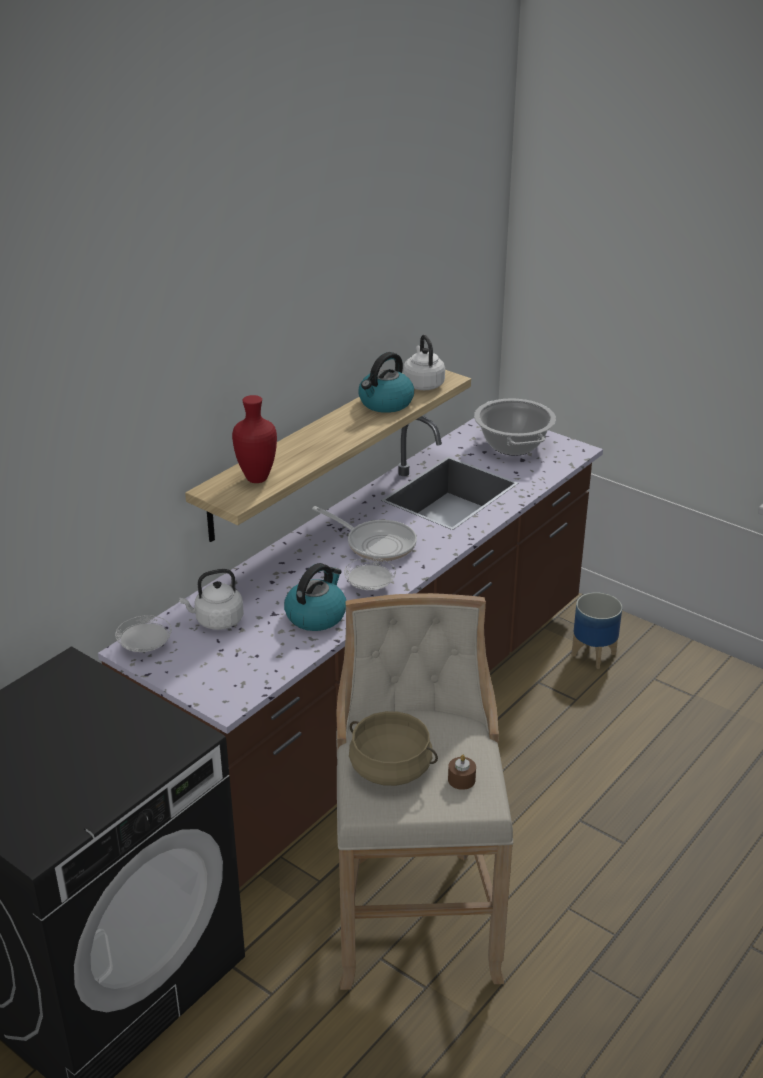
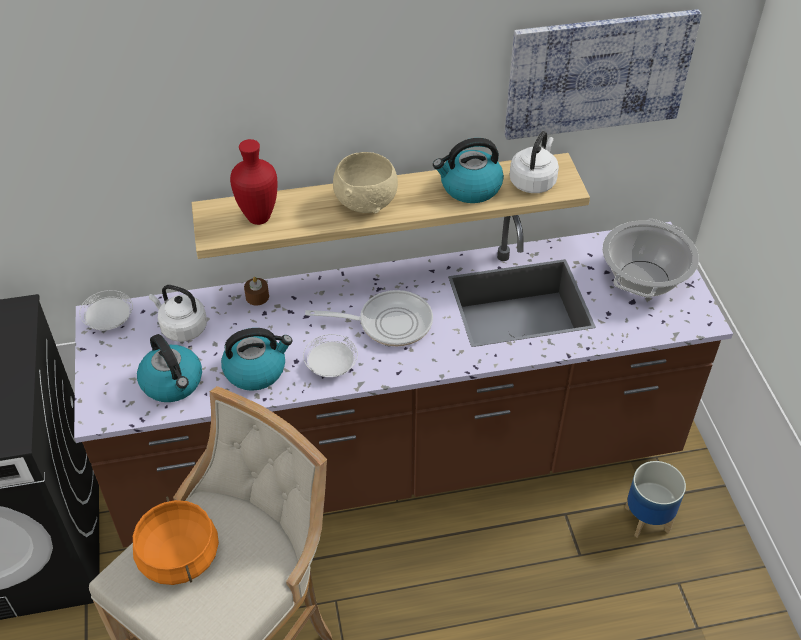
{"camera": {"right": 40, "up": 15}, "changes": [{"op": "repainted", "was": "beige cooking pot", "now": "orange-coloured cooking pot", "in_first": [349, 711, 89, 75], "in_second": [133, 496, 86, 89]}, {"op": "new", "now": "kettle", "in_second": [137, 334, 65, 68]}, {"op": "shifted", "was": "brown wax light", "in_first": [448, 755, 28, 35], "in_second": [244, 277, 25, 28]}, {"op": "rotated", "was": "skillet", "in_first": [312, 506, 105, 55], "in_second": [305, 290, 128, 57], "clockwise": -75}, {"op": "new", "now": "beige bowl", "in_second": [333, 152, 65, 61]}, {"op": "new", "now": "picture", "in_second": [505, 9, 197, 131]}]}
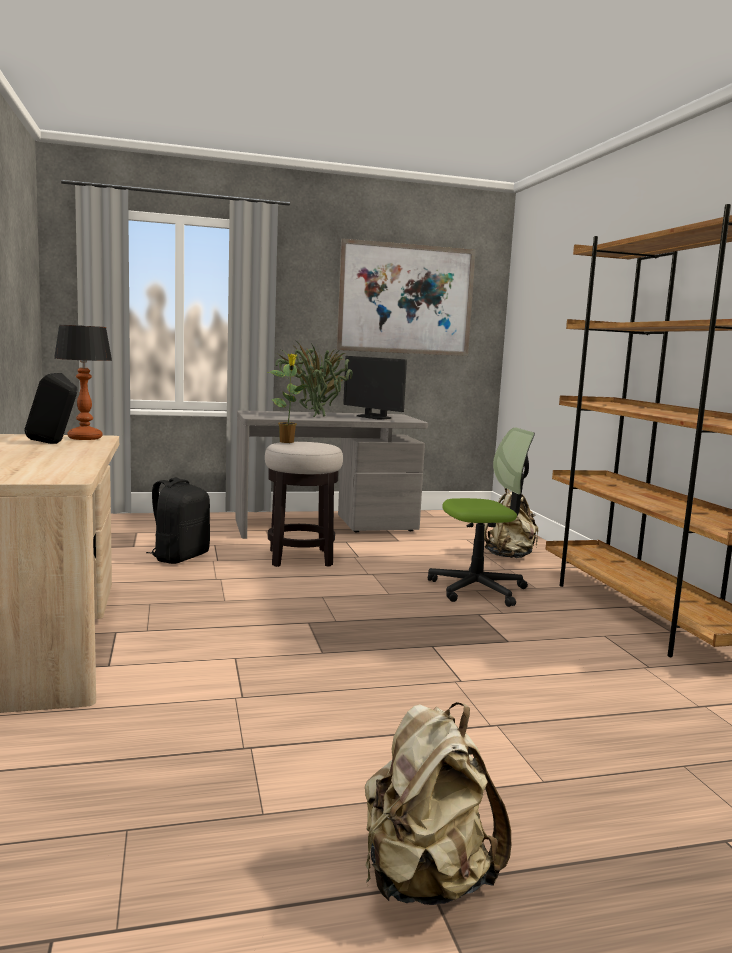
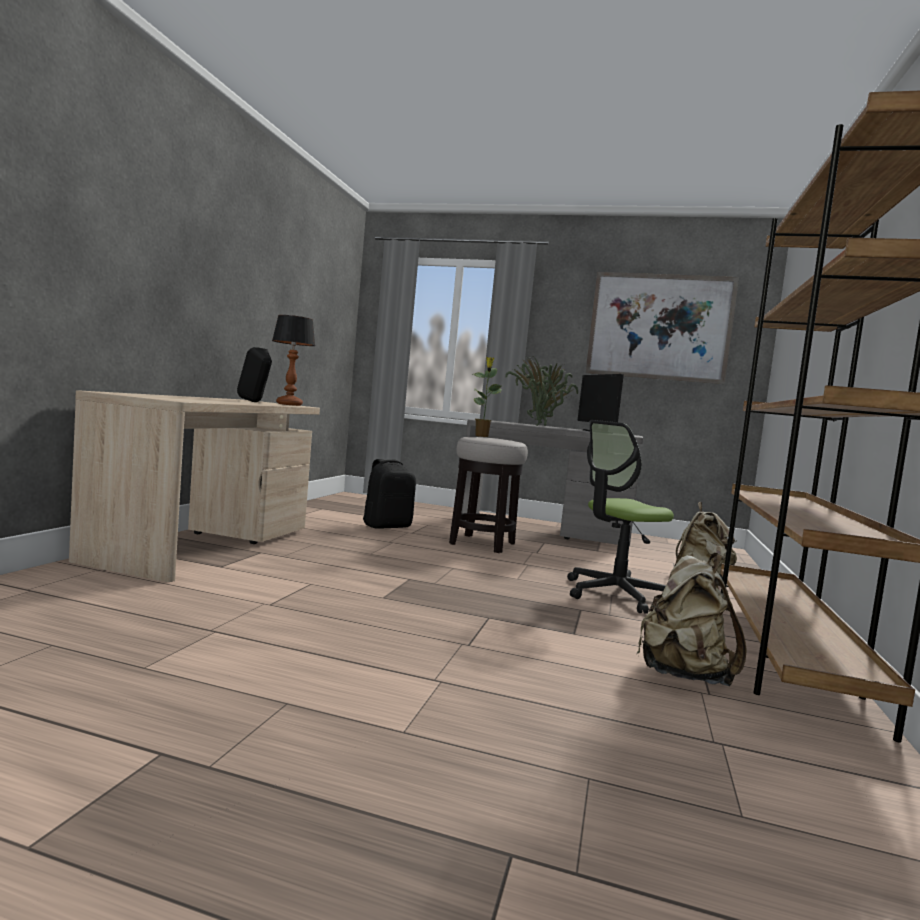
{"camera": {"right": 30, "up": -5}, "changes": [{"op": "rotated", "was": "computer chair", "in_first": [428, 427, 107, 180], "in_second": [567, 420, 107, 194], "clockwise": 135}, {"op": "shifted", "was": "beige knapsack", "in_first": [365, 702, 146, 203], "in_second": [637, 553, 110, 133]}]}
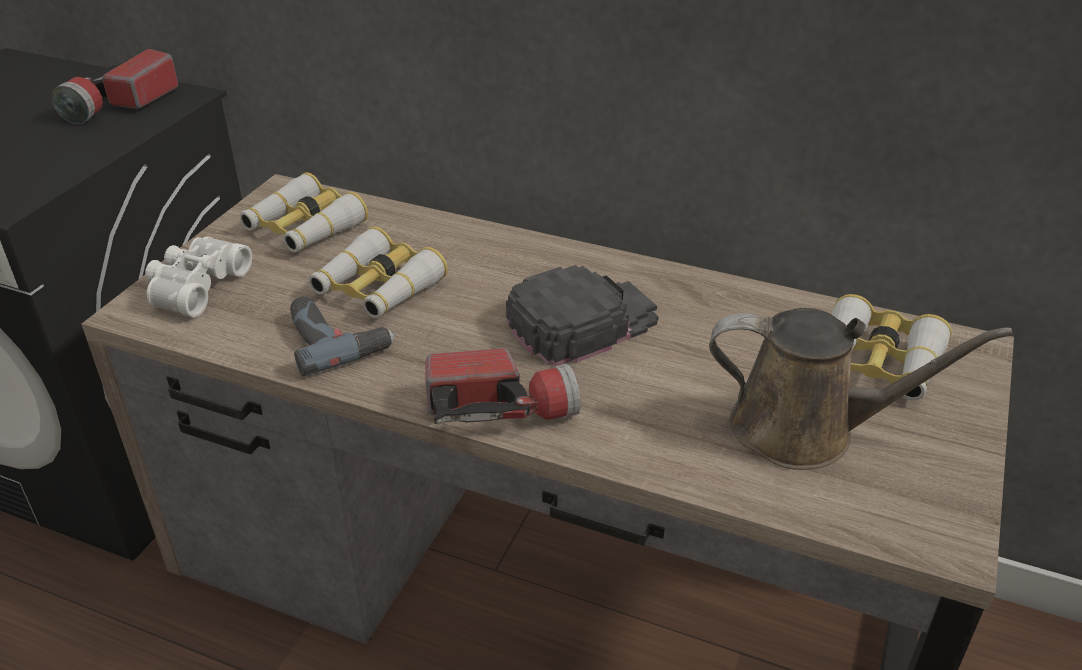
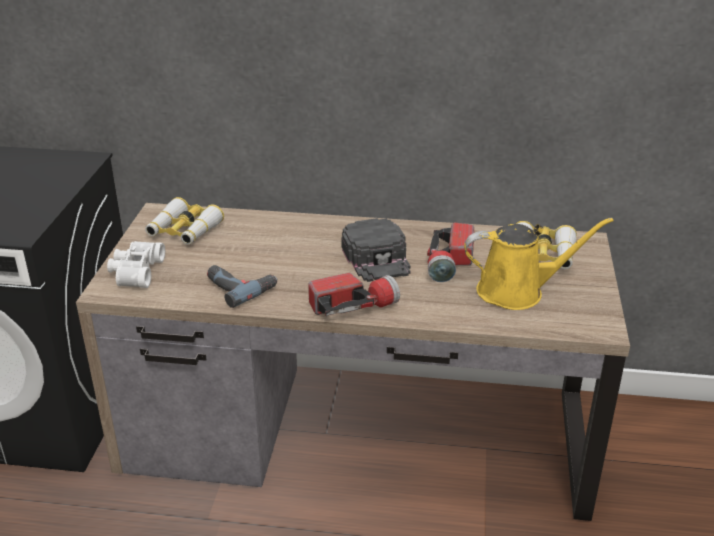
{"camera": {"right": -15, "up": -5}, "changes": [{"op": "rotated", "was": "black baseball cap", "in_first": [506, 265, 153, 101], "in_second": [341, 218, 70, 64], "clockwise": 120}, {"op": "shifted", "was": "flashlight", "in_first": [51, 49, 127, 75], "in_second": [427, 222, 47, 60]}, {"op": "repainted", "was": "brown sprinkling can", "now": "yellow sprinkling can", "in_first": [709, 308, 304, 162], "in_second": [464, 218, 150, 92]}, {"op": "gone", "was": "pair of binoculars", "in_first": [309, 226, 139, 92]}]}
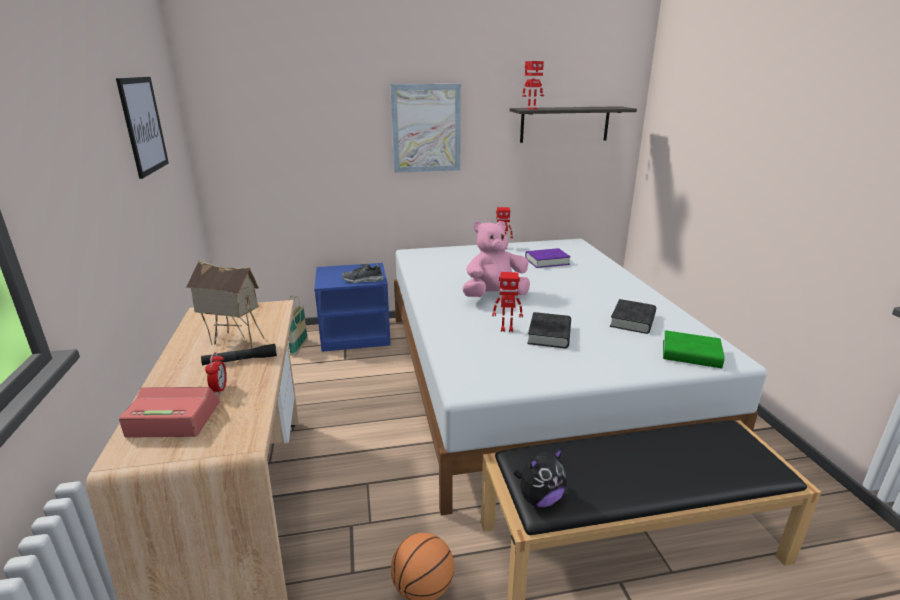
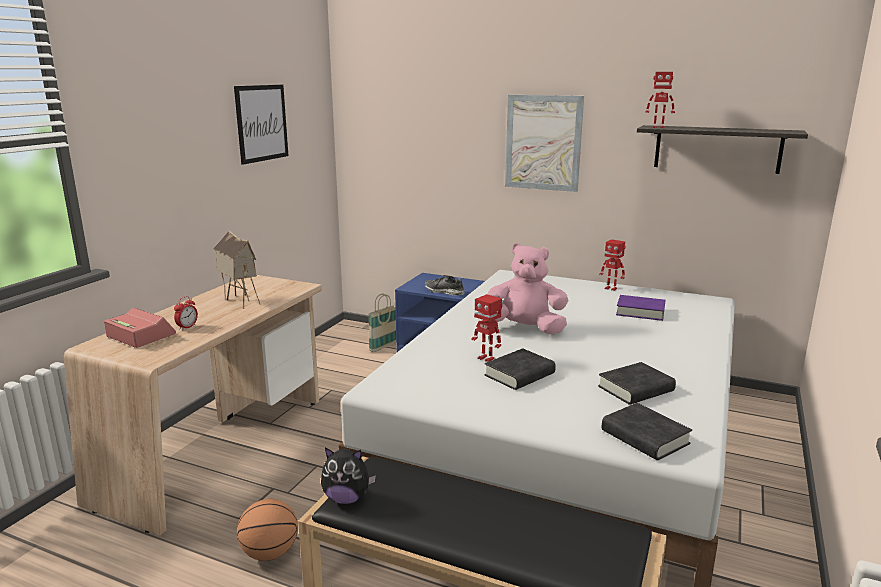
{"camera": {"right": 35, "up": -5}, "changes": [{"op": "repainted", "was": "green-coloured bound book", "now": "black bound book", "in_first": [663, 330, 62, 38], "in_second": [602, 403, 90, 57]}, {"op": "gone", "was": "black flashlight", "in_first": [201, 344, 76, 21]}]}
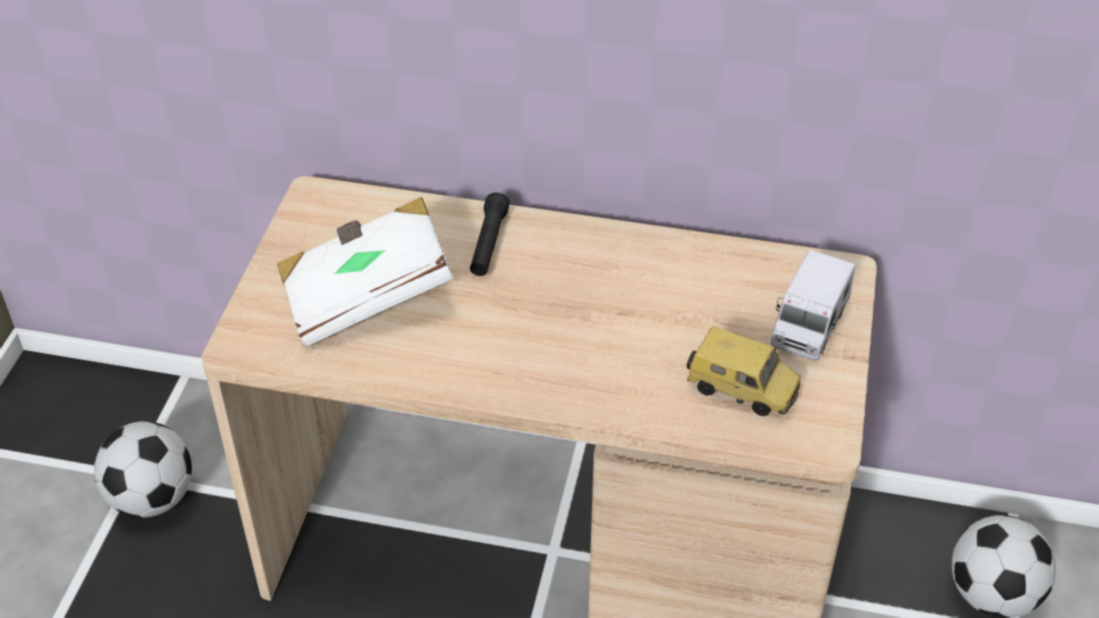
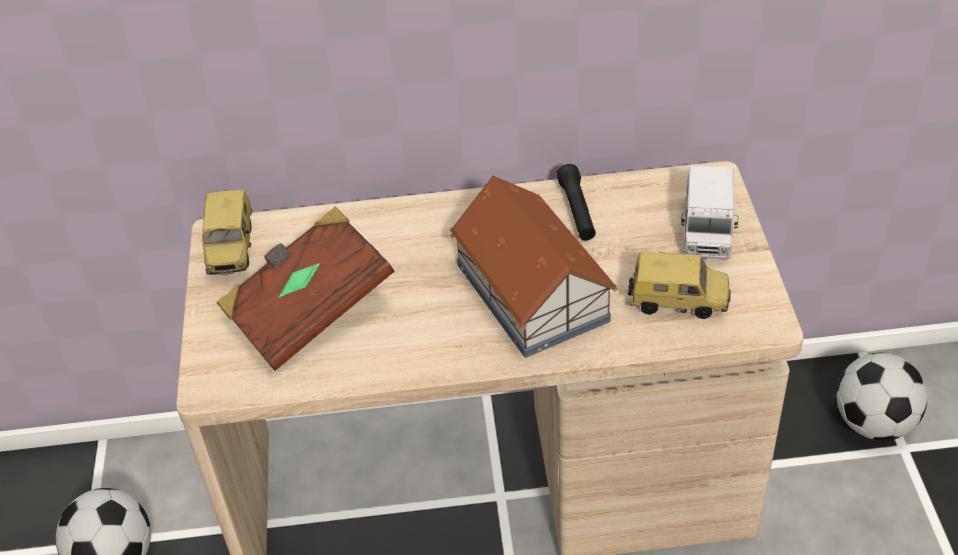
{"camera": {"right": -15, "up": 0}, "changes": [{"op": "new", "now": "model car", "in_second": [202, 190, 51, 85]}, {"op": "repainted", "was": "white-coloured bound book", "now": "brown bound book", "in_first": [277, 197, 177, 150], "in_second": [217, 207, 177, 164]}, {"op": "new", "now": "toy house", "in_second": [450, 176, 167, 182]}, {"op": "shifted", "was": "black flashlight", "in_first": [470, 193, 40, 83], "in_second": [557, 164, 39, 76]}]}
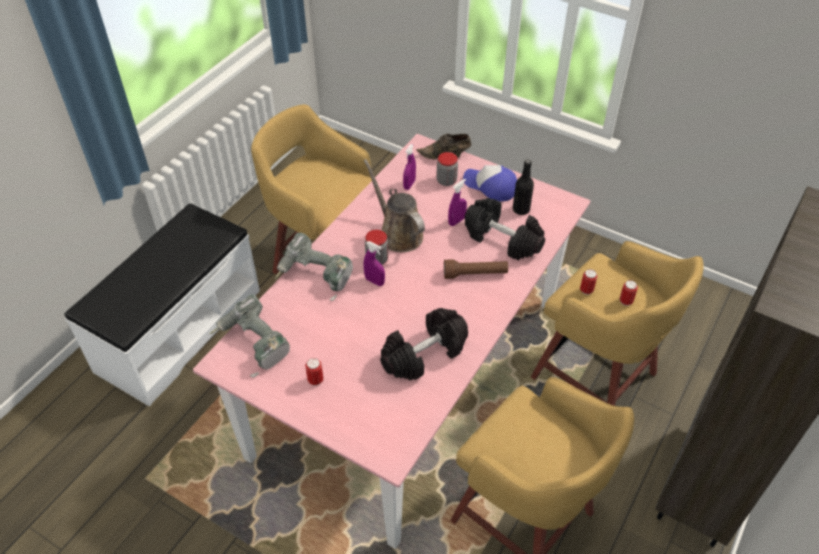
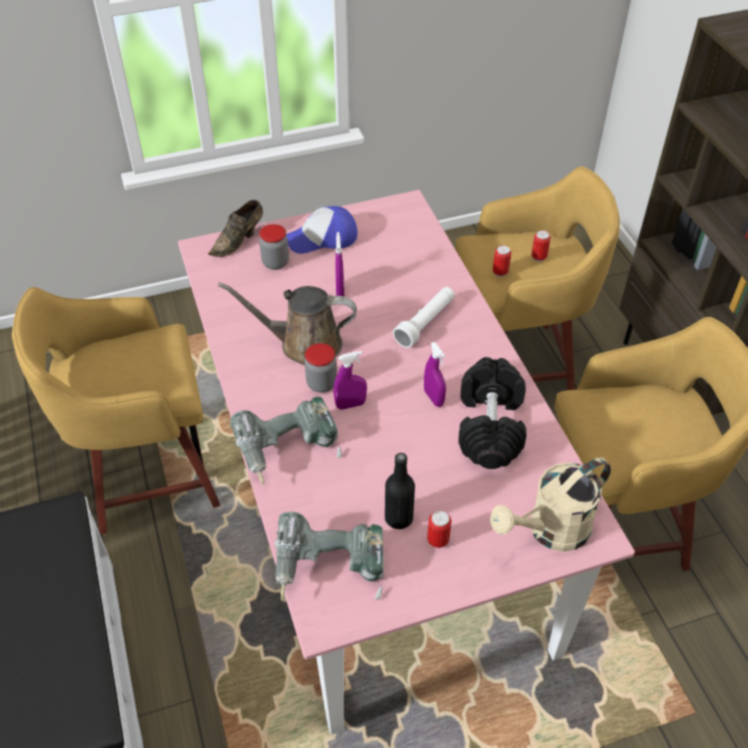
{"camera": {"right": -50, "up": 0}, "changes": [{"op": "shifted", "was": "black bottle", "in_first": [513, 160, 21, 55], "in_second": [385, 453, 30, 76]}, {"op": "repainted", "was": "brown flashlight", "now": "white-coloured flashlight", "in_first": [444, 259, 64, 20], "in_second": [393, 287, 62, 61]}, {"op": "shifted", "was": "purple-coloured spray bottle", "in_first": [403, 144, 13, 46], "in_second": [424, 342, 22, 65]}, {"op": "new", "now": "beige sprinkling can", "in_second": [490, 458, 121, 94]}, {"op": "gone", "was": "black dumbbell", "in_first": [465, 198, 80, 62]}]}
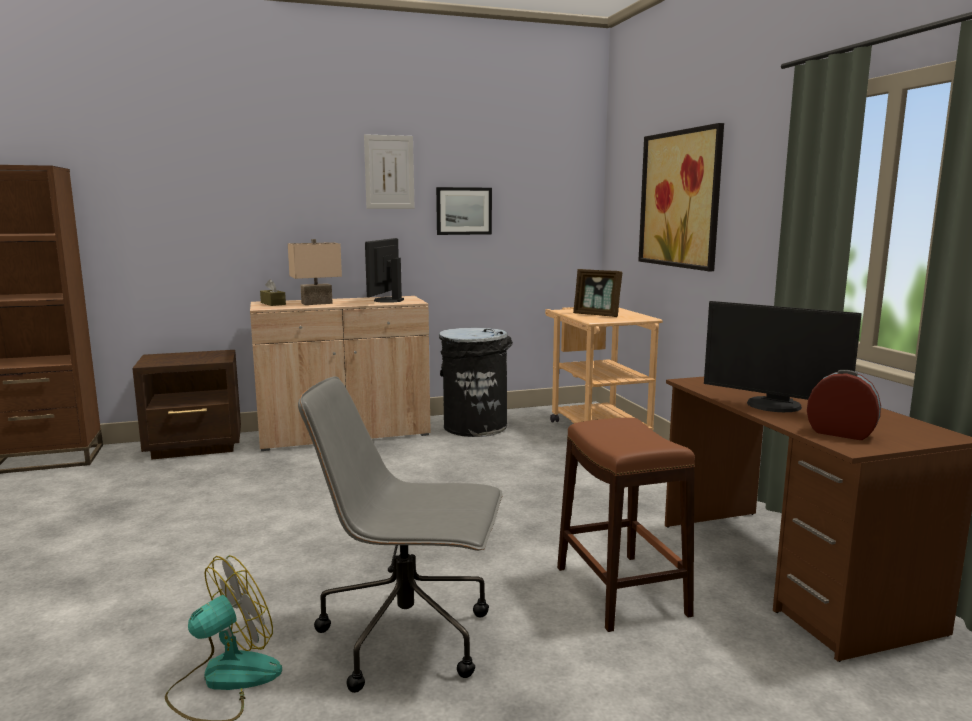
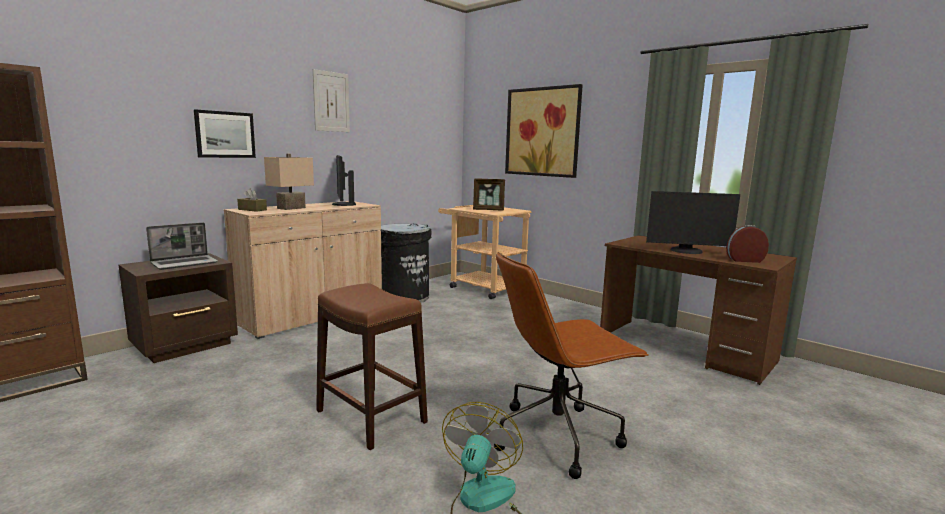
{"camera": {"right": -30, "up": 0}, "changes": [{"op": "new", "now": "notebook computer", "in_second": [146, 223, 72, 47]}, {"op": "shifted", "was": "picture", "in_first": [436, 187, 56, 48], "in_second": [194, 109, 62, 49]}, {"op": "shifted", "was": "brown sitting stool", "in_first": [557, 418, 138, 214], "in_second": [316, 283, 112, 167]}, {"op": "repainted", "was": "greyish computer chair", "now": "brown computer chair", "in_first": [298, 376, 205, 317], "in_second": [494, 252, 155, 227]}]}
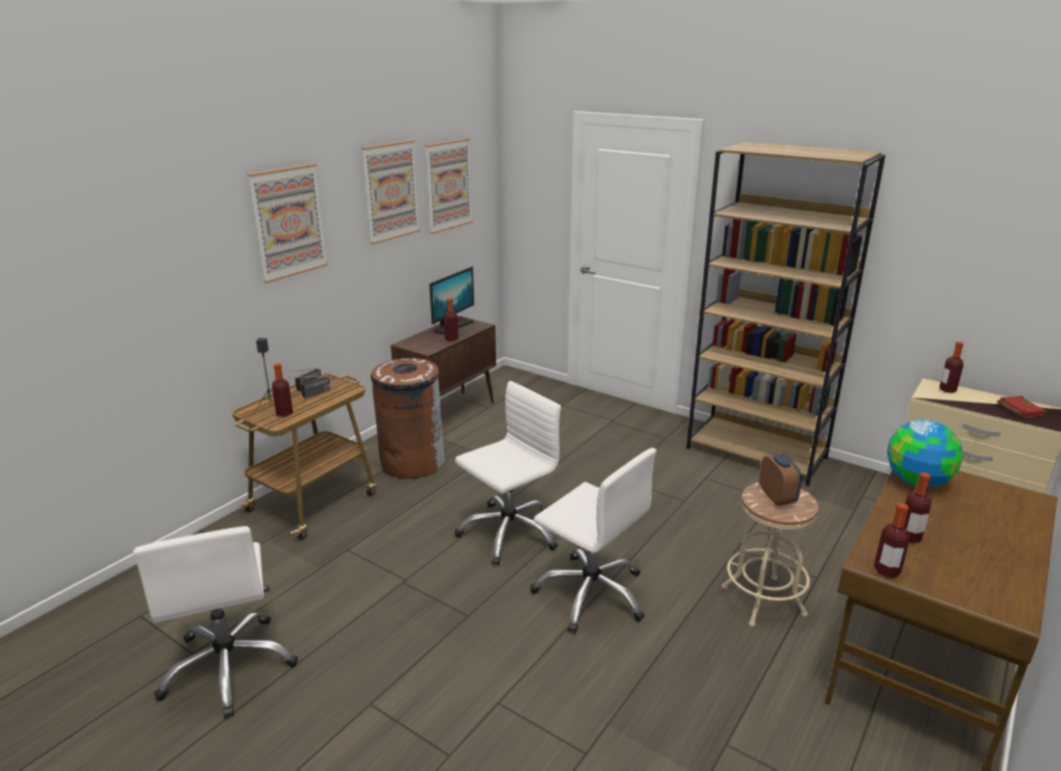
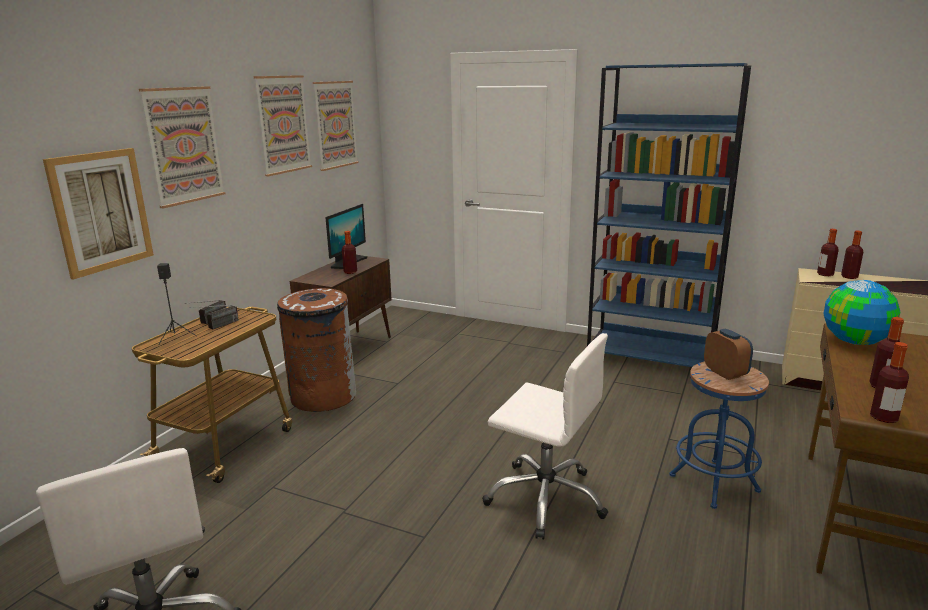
{"camera": {"right": -10, "up": -5}, "changes": [{"op": "new", "now": "picture", "in_second": [43, 148, 111, 132]}, {"op": "repainted", "was": "brown shelving unit", "now": "blue shelving unit", "in_first": [686, 142, 200, 344], "in_second": [587, 63, 164, 304]}, {"op": "repainted", "was": "beige sitting stool", "now": "blue sitting stool", "in_first": [721, 482, 97, 145], "in_second": [669, 362, 100, 147]}, {"op": "shifted", "was": "bottle", "in_first": [272, 363, 21, 54], "in_second": [841, 231, 22, 48]}, {"op": "gone", "was": "white-coloured computer chair", "in_first": [455, 381, 106, 185]}, {"op": "gone", "was": "red bound book", "in_first": [997, 396, 50, 22]}]}
